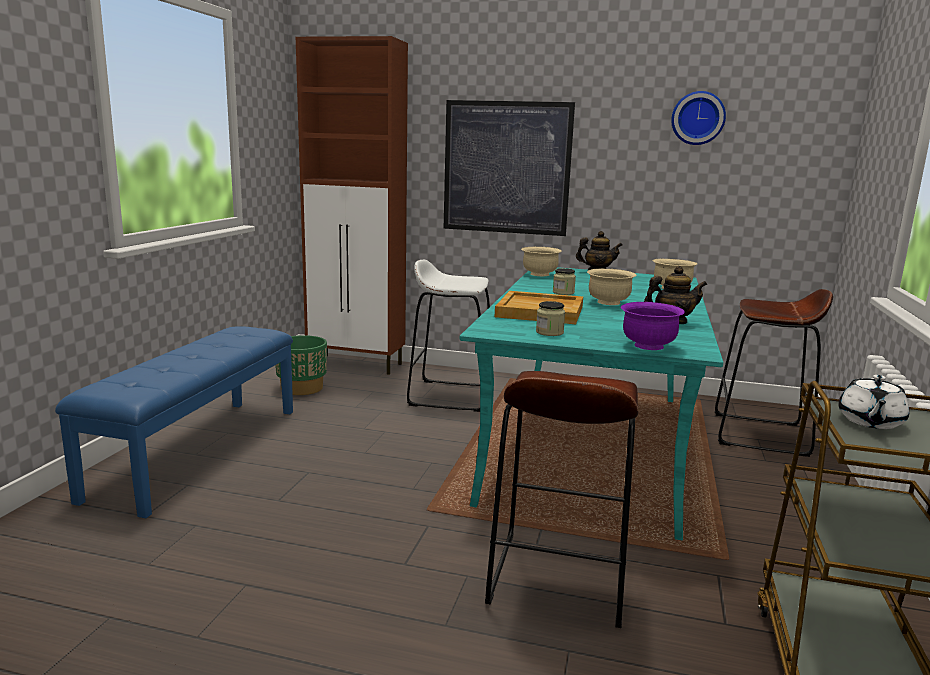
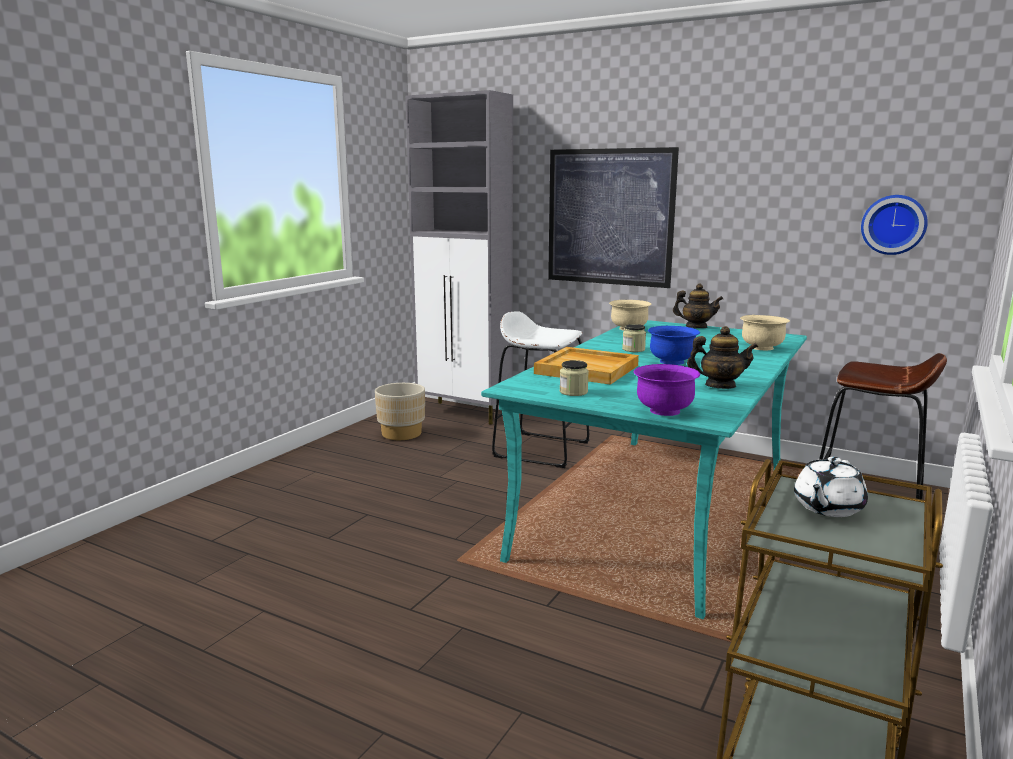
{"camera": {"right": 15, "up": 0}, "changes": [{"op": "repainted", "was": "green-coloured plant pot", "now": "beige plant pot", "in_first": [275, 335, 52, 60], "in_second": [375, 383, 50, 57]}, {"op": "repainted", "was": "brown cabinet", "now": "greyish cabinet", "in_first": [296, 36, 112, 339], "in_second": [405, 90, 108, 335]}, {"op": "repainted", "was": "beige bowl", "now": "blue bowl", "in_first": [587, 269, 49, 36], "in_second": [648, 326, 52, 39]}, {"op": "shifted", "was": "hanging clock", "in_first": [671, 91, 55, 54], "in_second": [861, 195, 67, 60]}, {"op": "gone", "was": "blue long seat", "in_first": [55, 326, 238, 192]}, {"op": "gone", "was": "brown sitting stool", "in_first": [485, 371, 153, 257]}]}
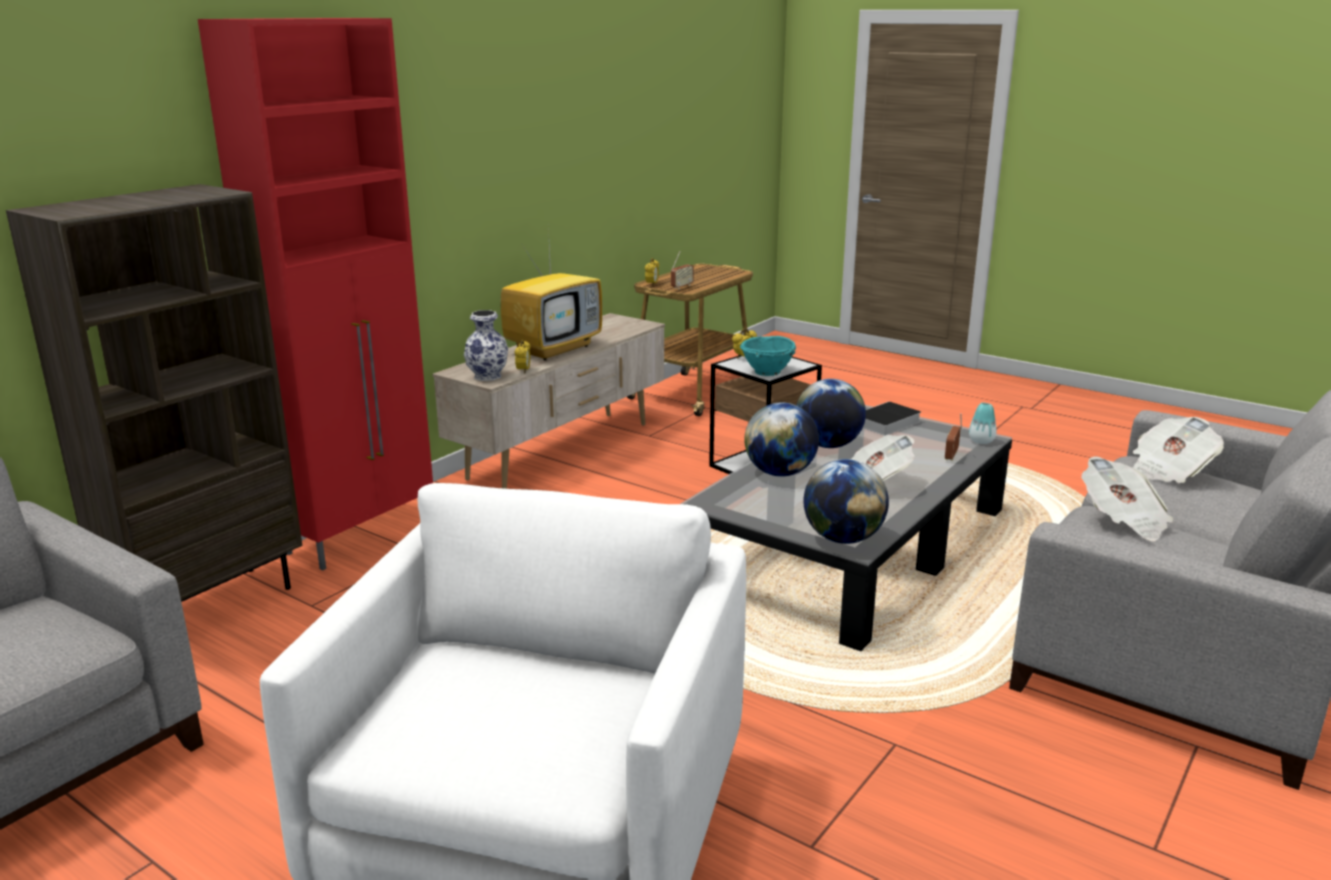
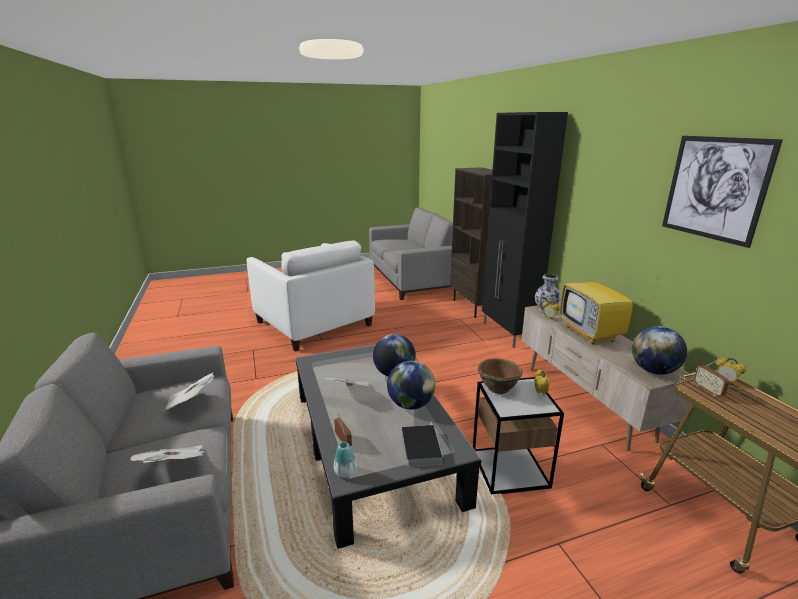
{"camera": {"right": 125, "up": 0}, "changes": [{"op": "repainted", "was": "blue-green bowl", "now": "brown bowl", "in_first": [740, 336, 56, 40], "in_second": [478, 358, 45, 36]}, {"op": "repainted", "was": "red cabinet", "now": "black cabinet", "in_first": [198, 18, 235, 553], "in_second": [482, 112, 86, 236]}, {"op": "shifted", "was": "desk globe", "in_first": [803, 459, 86, 85], "in_second": [632, 326, 55, 49]}, {"op": "new", "now": "picture", "in_second": [662, 136, 121, 112]}]}
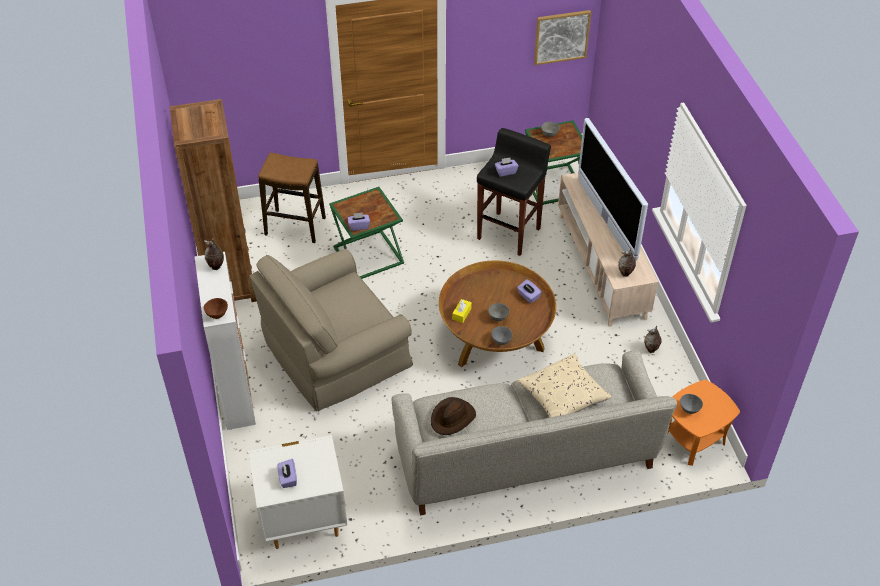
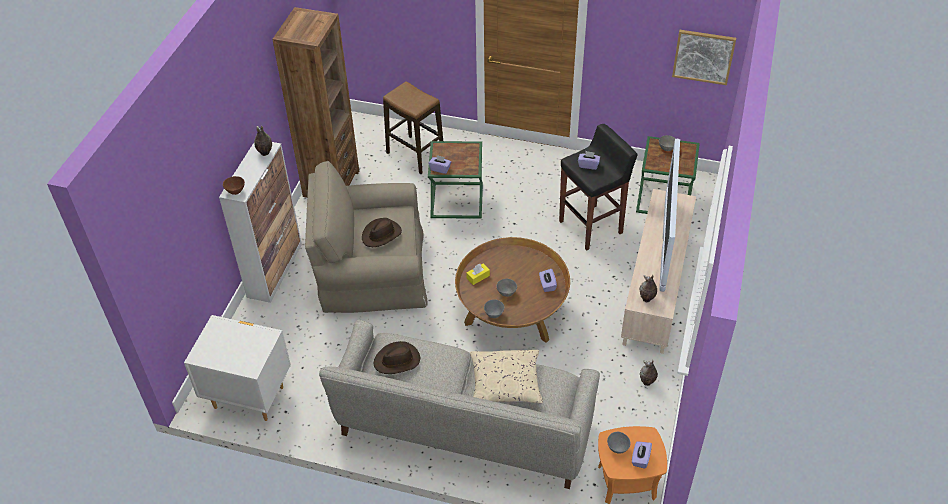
{"camera": {"right": 30, "up": 0}, "changes": [{"op": "new", "now": "brown wearable hat", "in_second": [362, 218, 40, 29]}, {"op": "shifted", "was": "purple-coloured box of tissues", "in_first": [277, 459, 20, 29], "in_second": [632, 441, 20, 28]}]}
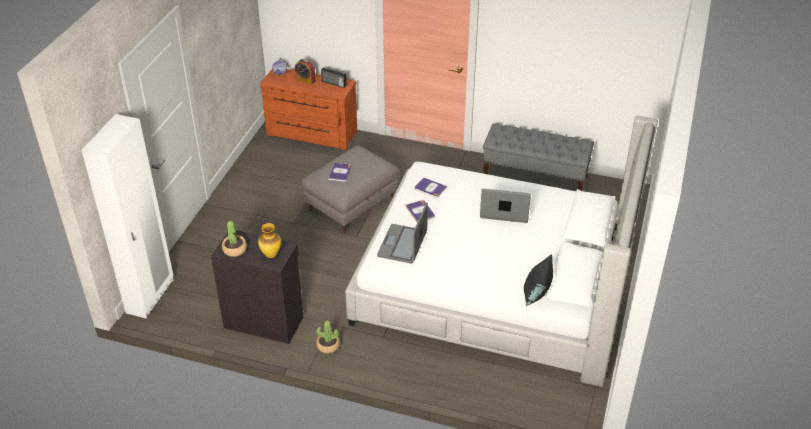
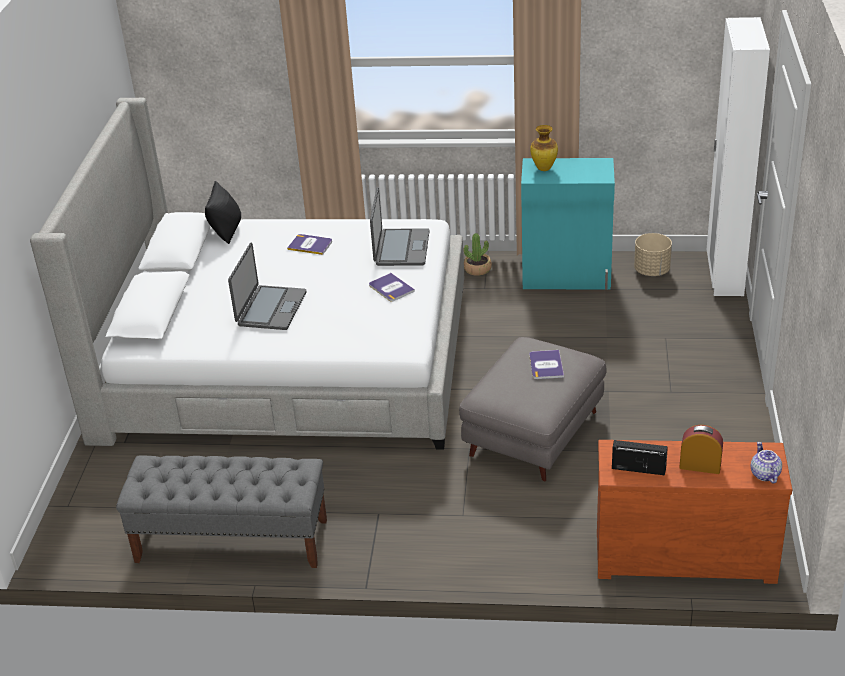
{"camera": {"right": 170, "up": -5}, "changes": [{"op": "rotated", "was": "notebook computer", "in_first": [480, 188, 51, 35], "in_second": [228, 242, 78, 88], "clockwise": -75}, {"op": "shifted", "was": "bound book", "in_first": [415, 177, 32, 21], "in_second": [287, 234, 45, 21]}, {"op": "repainted", "was": "black cabinet", "now": "blue-green cabinet", "in_first": [211, 230, 92, 114], "in_second": [521, 158, 94, 132]}, {"op": "new", "now": "beige plant pot", "in_second": [634, 233, 38, 43]}, {"op": "gone", "was": "houseplant", "in_first": [222, 221, 25, 36]}]}
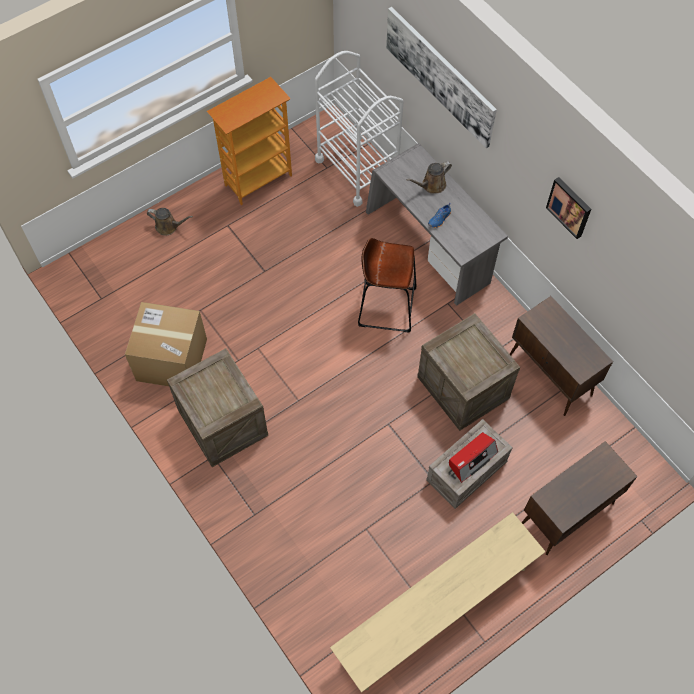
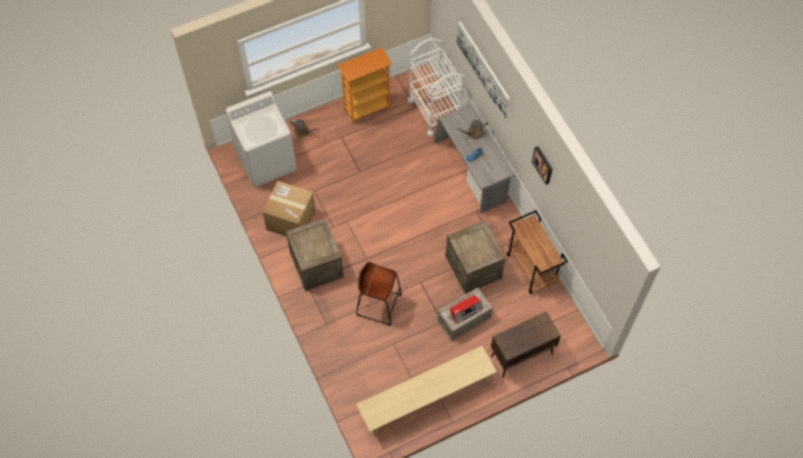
{"camera": {"right": 10, "up": 0}, "changes": [{"op": "new", "now": "white-coloured laundry machine", "in_second": [225, 91, 71, 96]}, {"op": "shifted", "was": "brown sitting stool", "in_first": [358, 238, 59, 95], "in_second": [356, 262, 46, 63]}, {"op": "swapped", "was": "brown cabinet", "now": "brown cart", "in_first": [510, 296, 103, 120], "in_second": [507, 210, 61, 84]}]}
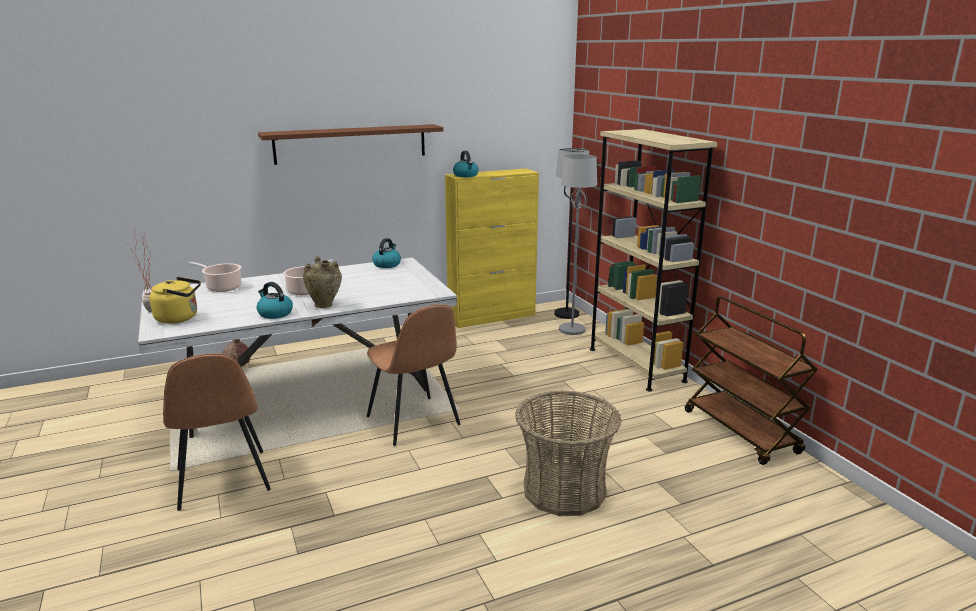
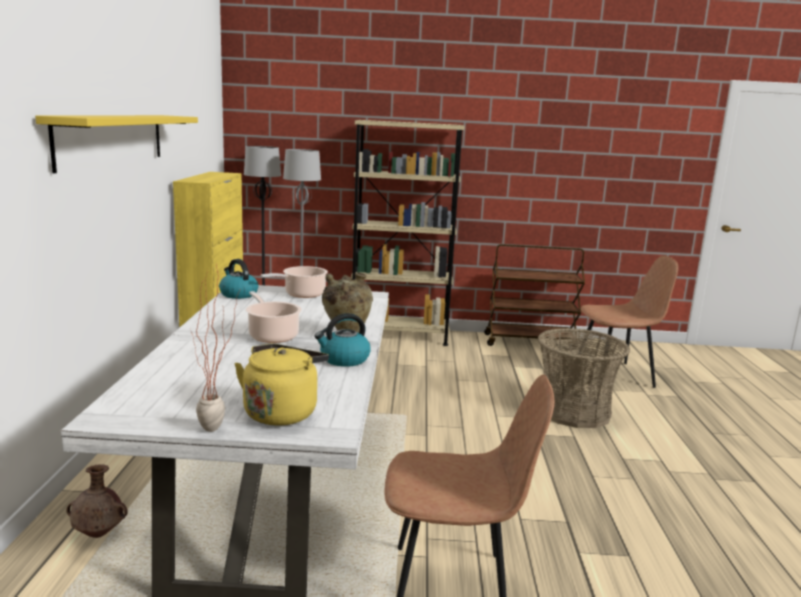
{"camera": {"right": -65, "up": -5}, "changes": [{"op": "repainted", "was": "brown bracket shelf", "now": "yellow bracket shelf", "in_first": [258, 124, 185, 41], "in_second": [35, 115, 163, 58]}, {"op": "shifted", "was": "cooking pot", "in_first": [189, 262, 53, 30], "in_second": [260, 266, 68, 32]}, {"op": "shifted", "was": "brown plain chair", "in_first": [367, 304, 93, 142], "in_second": [576, 256, 102, 132]}, {"op": "gone", "was": "kettle", "in_first": [453, 151, 26, 26]}]}
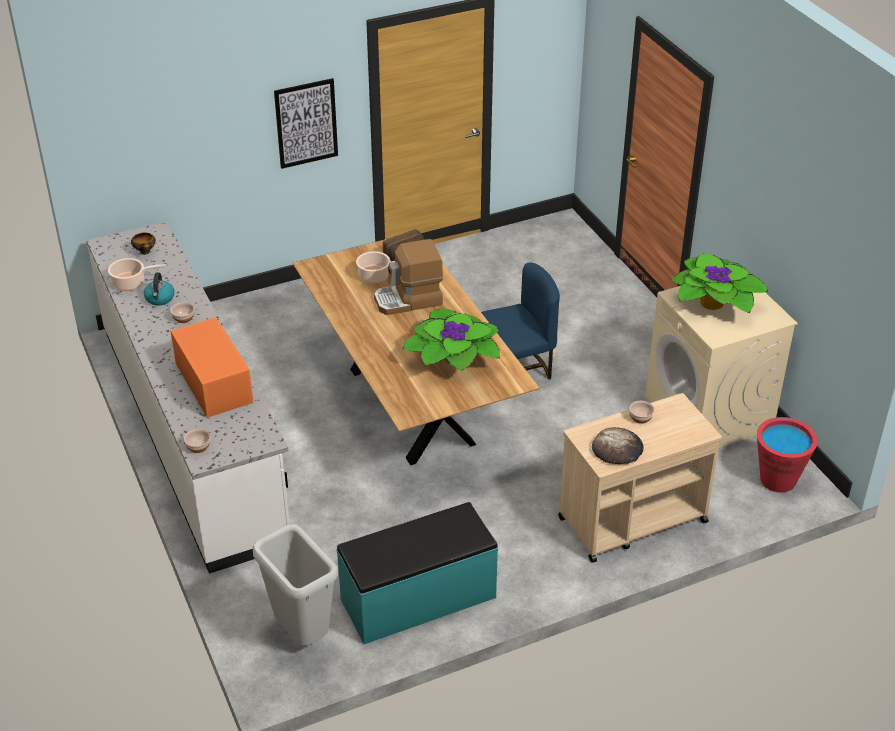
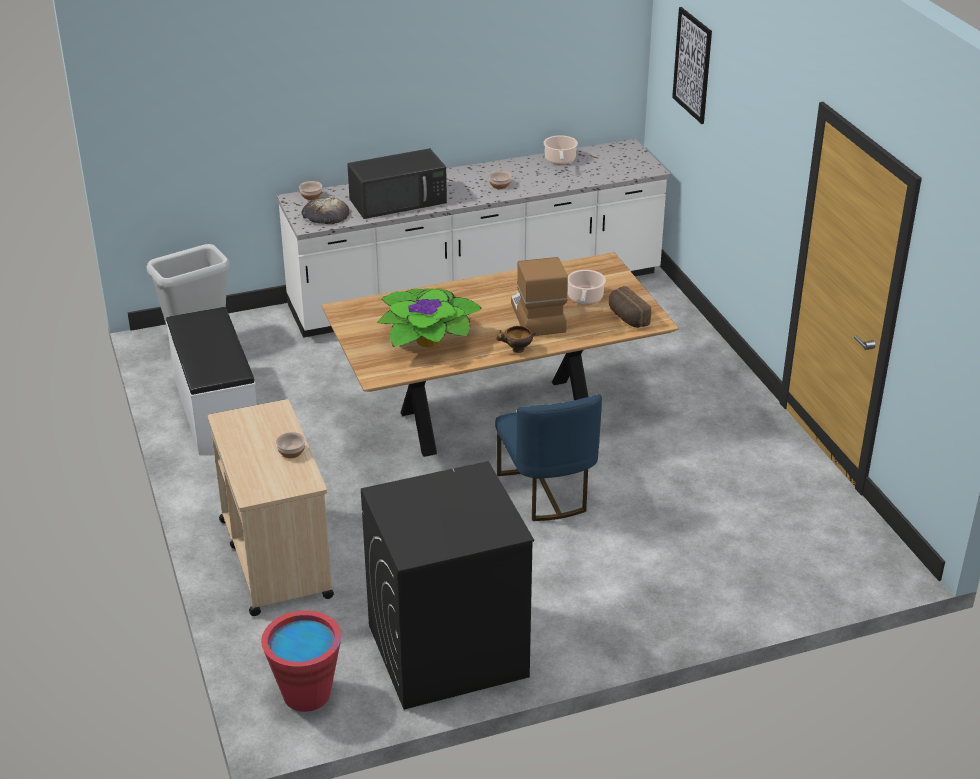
{"camera": {"right": 95, "up": -5}, "changes": [{"op": "repainted", "was": "blue-green long seat", "now": "white-coloured long seat", "in_first": [336, 502, 162, 142], "in_second": [166, 307, 91, 148]}, {"op": "shifted", "was": "bread", "in_first": [592, 427, 51, 37], "in_second": [301, 197, 48, 27]}, {"op": "repainted", "was": "orange-coloured microwave oven", "now": "black microwave oven", "in_first": [171, 317, 82, 101], "in_second": [347, 148, 100, 71]}, {"op": "repainted", "was": "beige laundry machine", "now": "black laundry machine", "in_first": [645, 286, 153, 162], "in_second": [361, 461, 173, 249]}, {"op": "shifted", "was": "bowl", "in_first": [131, 232, 25, 23], "in_second": [496, 326, 39, 27]}, {"op": "shifted", "was": "picture", "in_first": [274, 78, 64, 91], "in_second": [672, 7, 40, 117]}, {"op": "gone", "was": "kettle", "in_first": [144, 272, 30, 34]}, {"op": "gone", "was": "houseplant", "in_first": [671, 254, 97, 59]}]}
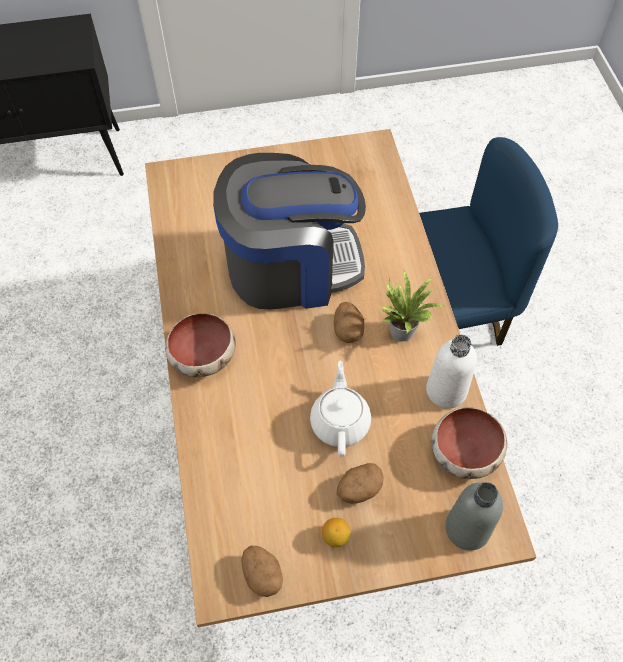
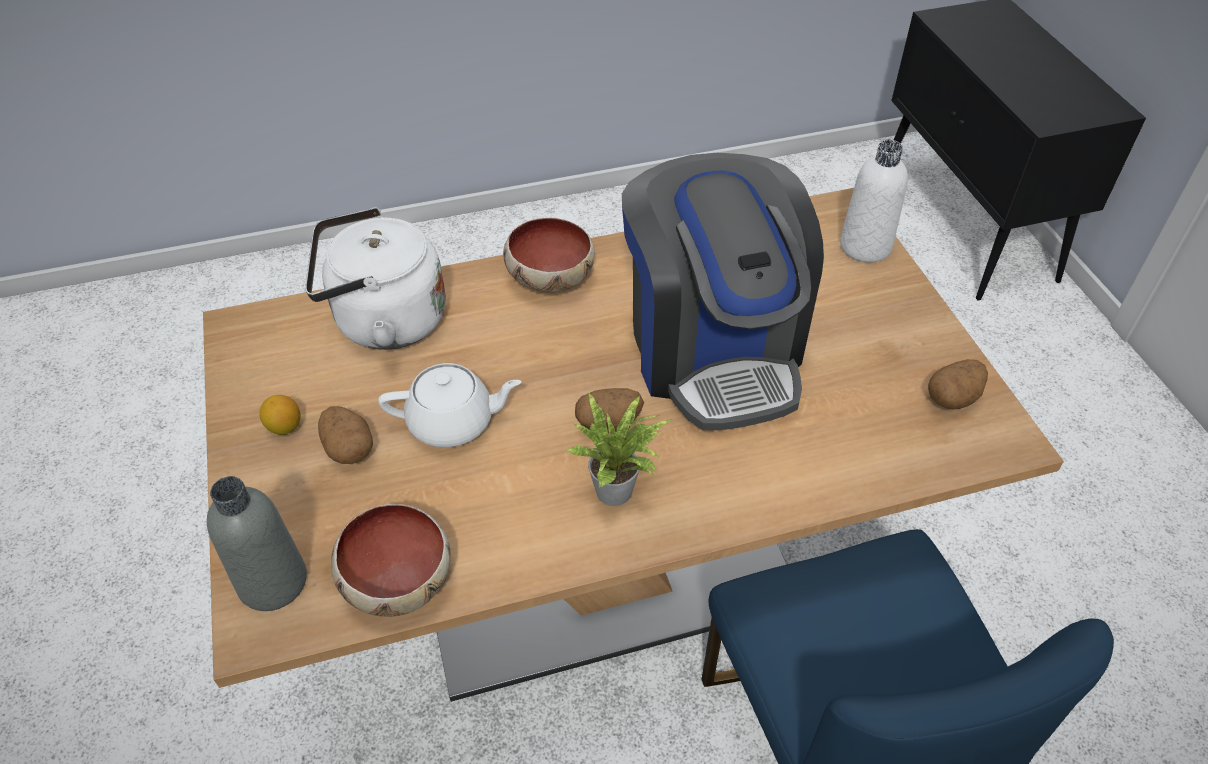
{"camera": {"right": 85, "up": -10}, "changes": [{"op": "new", "now": "white-coloured kettle", "in_second": [305, 207, 141, 143]}, {"op": "shifted", "was": "white-coloured bottle", "in_first": [426, 334, 51, 75], "in_second": [840, 140, 68, 123]}, {"op": "shifted", "was": "potato", "in_first": [241, 546, 42, 51], "in_second": [928, 359, 60, 50]}]}
